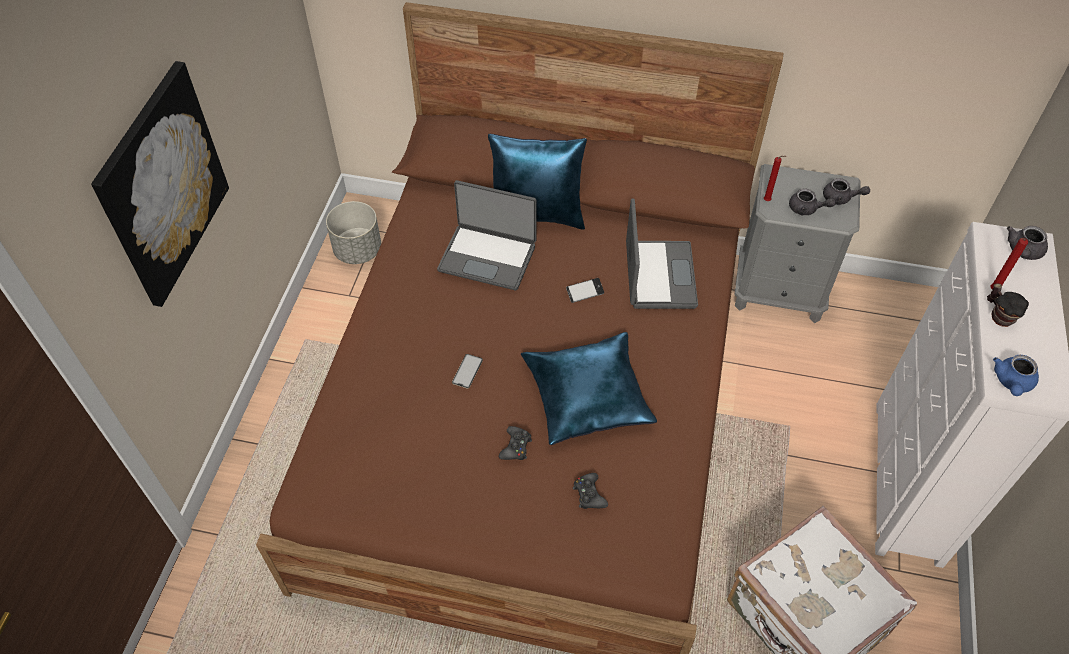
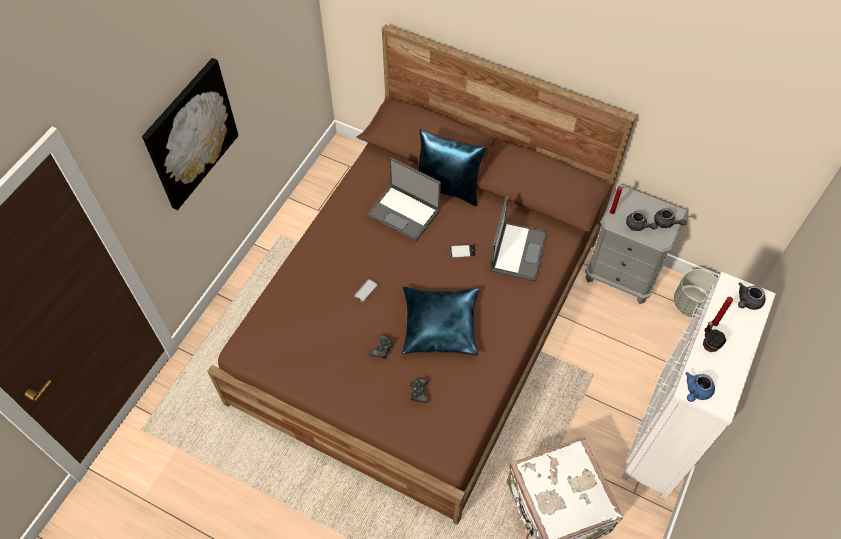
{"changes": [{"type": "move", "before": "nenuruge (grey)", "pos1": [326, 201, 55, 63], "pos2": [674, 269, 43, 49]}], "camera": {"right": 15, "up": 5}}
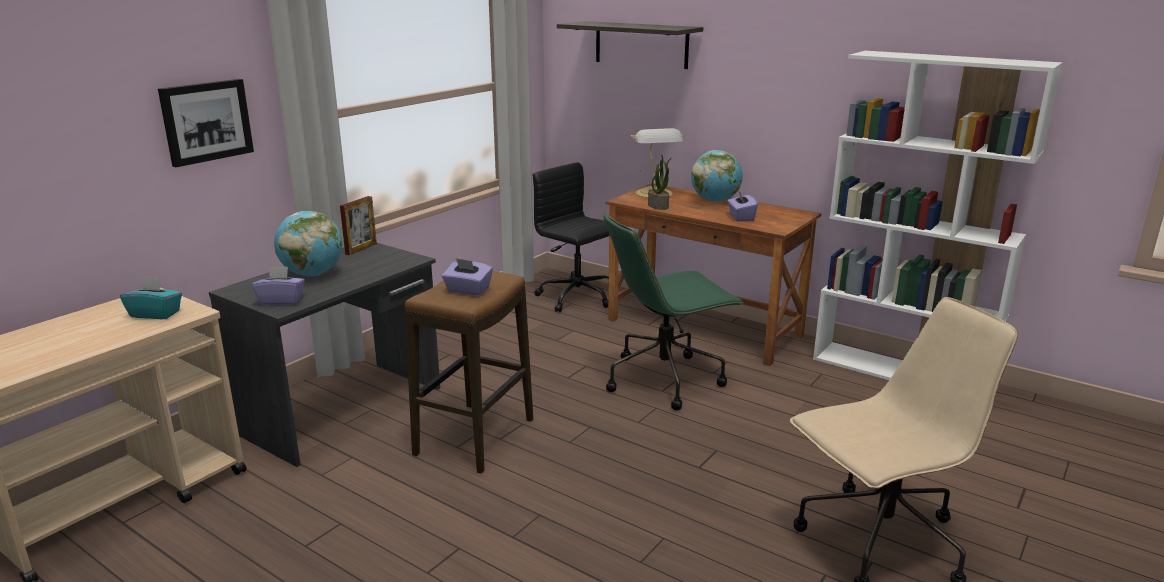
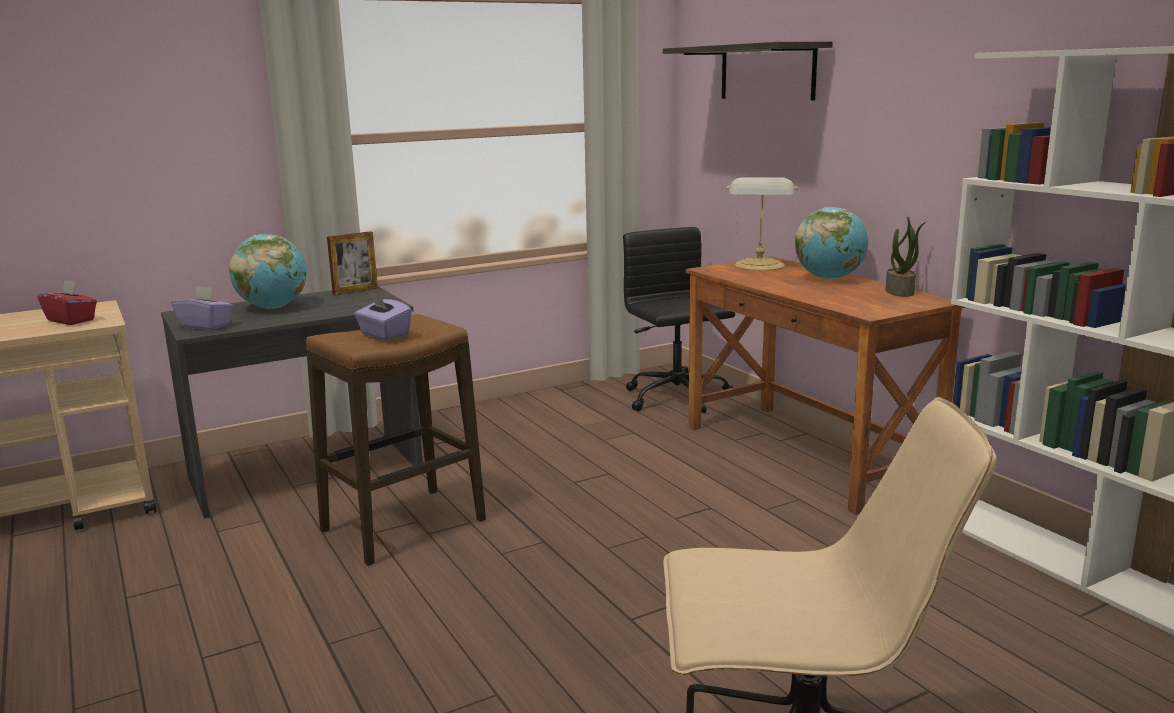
{"changes": [{"type": "delete", "before": "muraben", "pos1": [158, 79, 96, 88]}, {"type": "move", "before": "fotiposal", "pos1": [648, 155, 23, 55], "pos2": [885, 216, 41, 81]}, {"type": "delete", "before": "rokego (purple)", "pos1": [728, 190, 30, 31]}, {"type": "delete", "before": "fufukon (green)", "pos1": [604, 213, 140, 197]}, {"type": "recolor", "before": "rokego (turquoise)", "after": "rokego (red)", "pos1": [120, 277, 62, 42], "pos2": [38, 279, 59, 46]}], "camera": {"right": 25, "up": -5}}
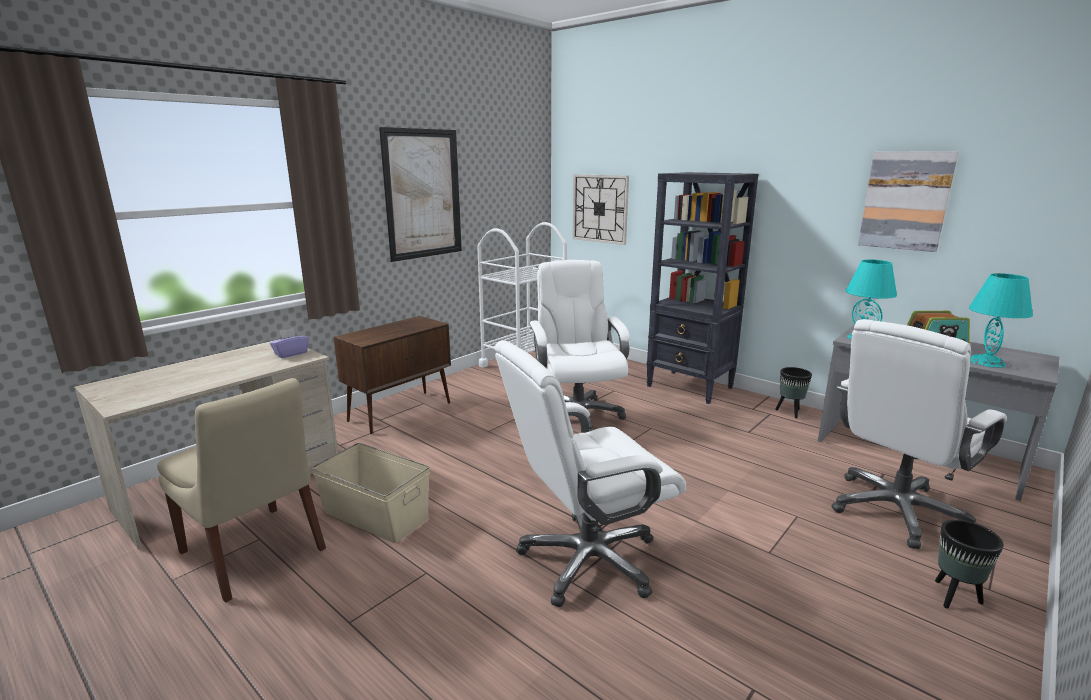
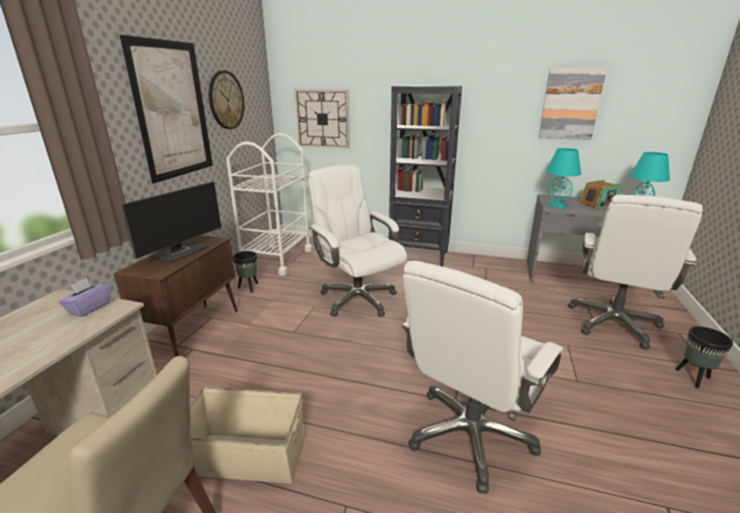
{"changes": [{"type": "move", "before": "nenuruge (black)", "pos1": [775, 367, 37, 51], "pos2": [233, 251, 25, 42]}, {"type": "insert", "after": "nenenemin", "pos2": [209, 71, 35, 58]}, {"type": "insert", "after": "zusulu", "pos2": [121, 181, 101, 82]}], "camera": {"right": -25, "up": 5}}
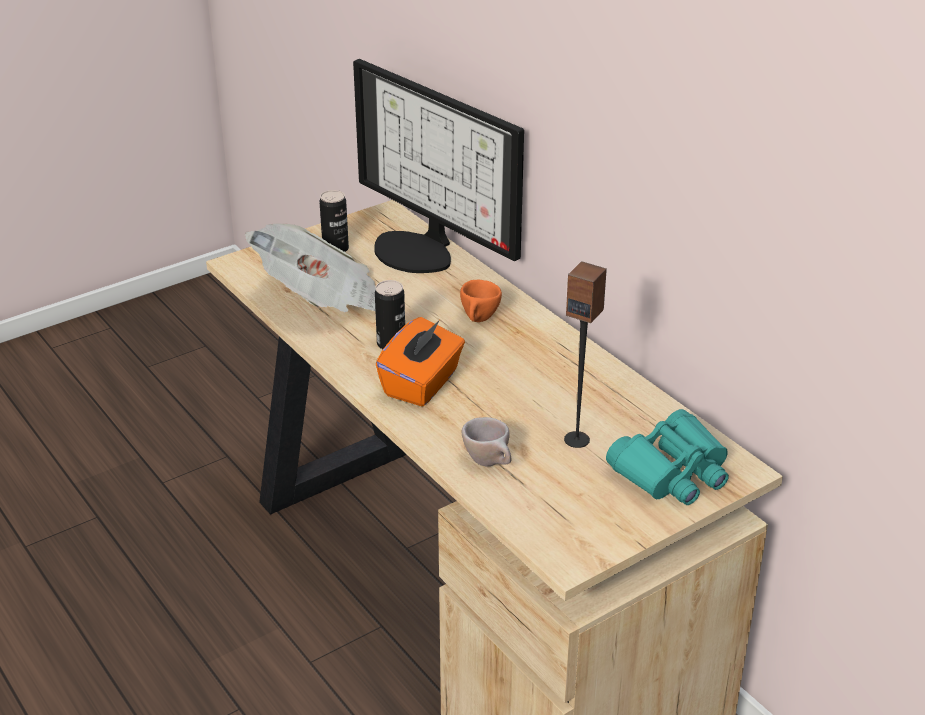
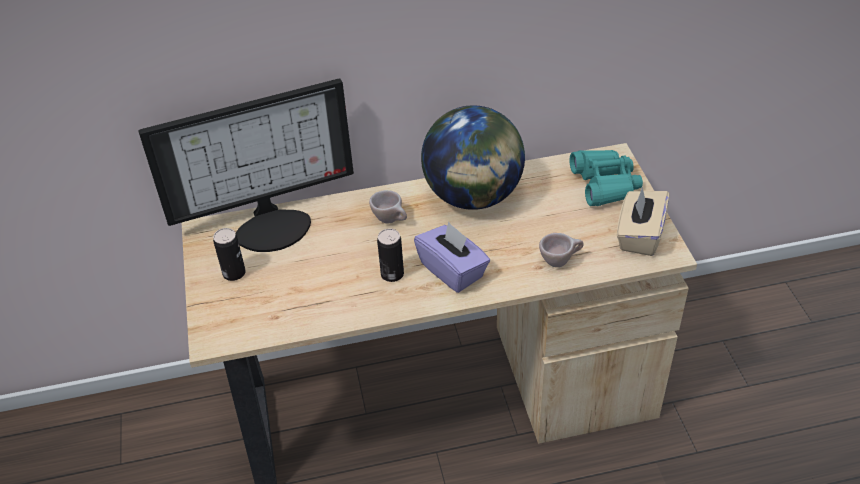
{"changes": [{"type": "delete", "before": "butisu", "pos1": [245, 224, 131, 88]}, {"type": "delete", "before": "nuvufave", "pos1": [564, 261, 43, 187]}, {"type": "recolor", "before": "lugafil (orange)", "after": "lugafil (beige)", "pos1": [460, 280, 42, 42], "pos2": [369, 190, 38, 34]}, {"type": "recolor", "before": "rokego (orange)", "after": "rokego (purple)", "pos1": [376, 317, 89, 89], "pos2": [414, 221, 76, 72]}, {"type": "insert", "after": "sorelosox", "pos2": [421, 106, 104, 104]}, {"type": "insert", "after": "rokego (beige)", "pos2": [617, 187, 52, 69]}], "camera": {"right": -65, "up": 10}}
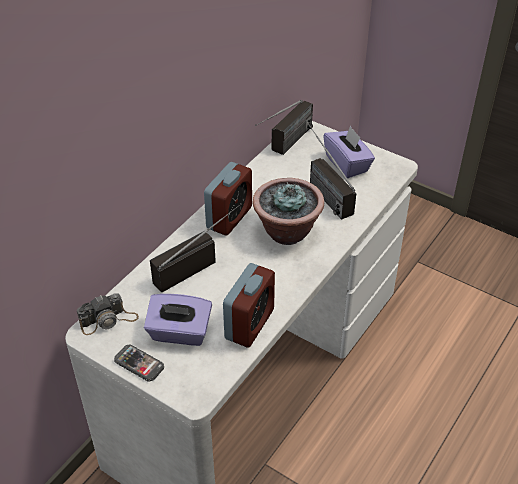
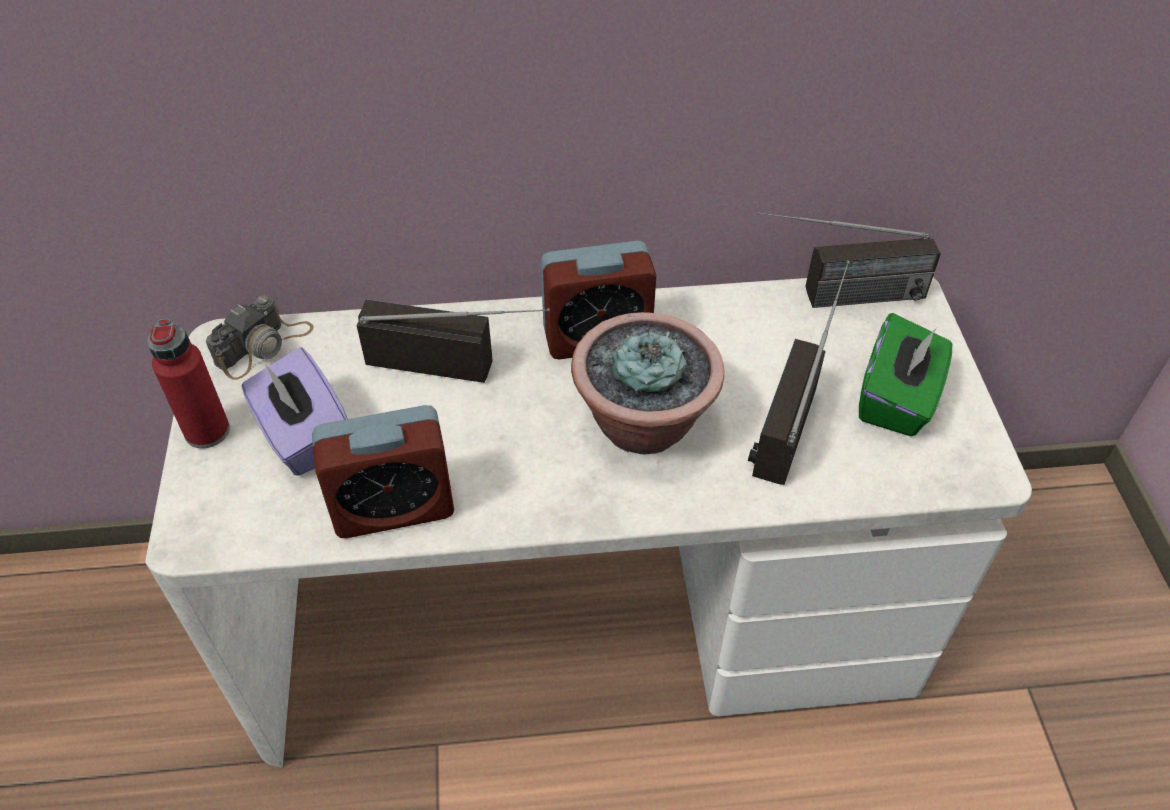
{"changes": [{"type": "recolor", "before": "rokego (purple)", "after": "rokego (green)", "pos1": [323, 125, 52, 53], "pos2": [859, 313, 93, 123]}, {"type": "rotate", "before": "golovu", "pos1": [77, 293, 62, 42], "pos2": [206, 296, 107, 84], "turn": -75}, {"type": "replace", "before": "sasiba", "after": "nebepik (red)", "pos1": [114, 344, 50, 38], "pos2": [147, 319, 83, 129]}], "camera": {"right": 50, "up": 5}}
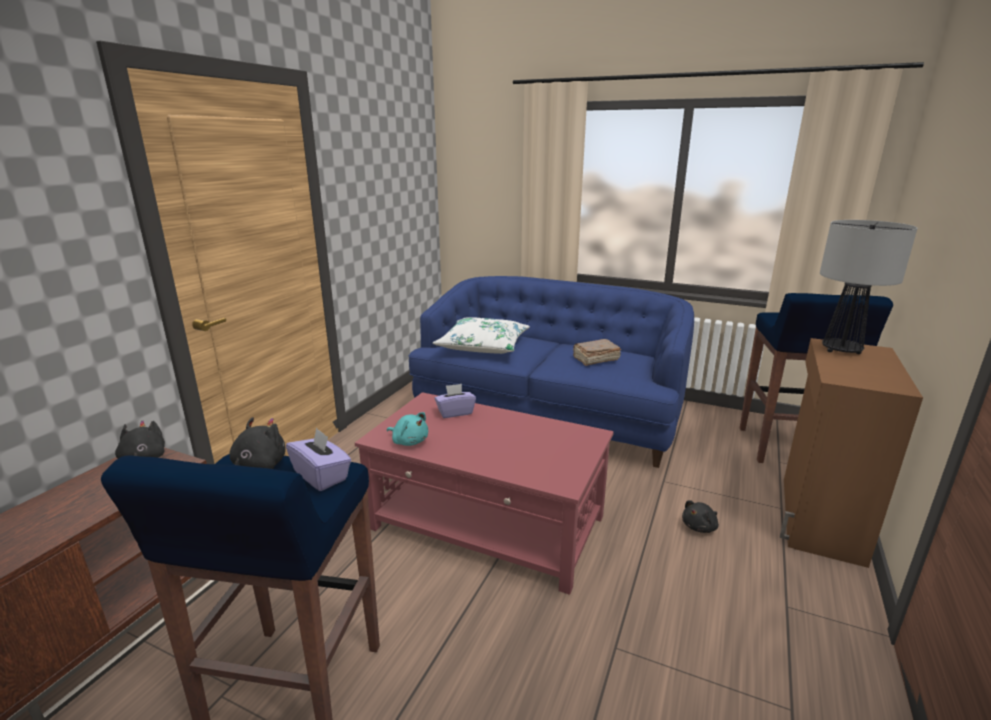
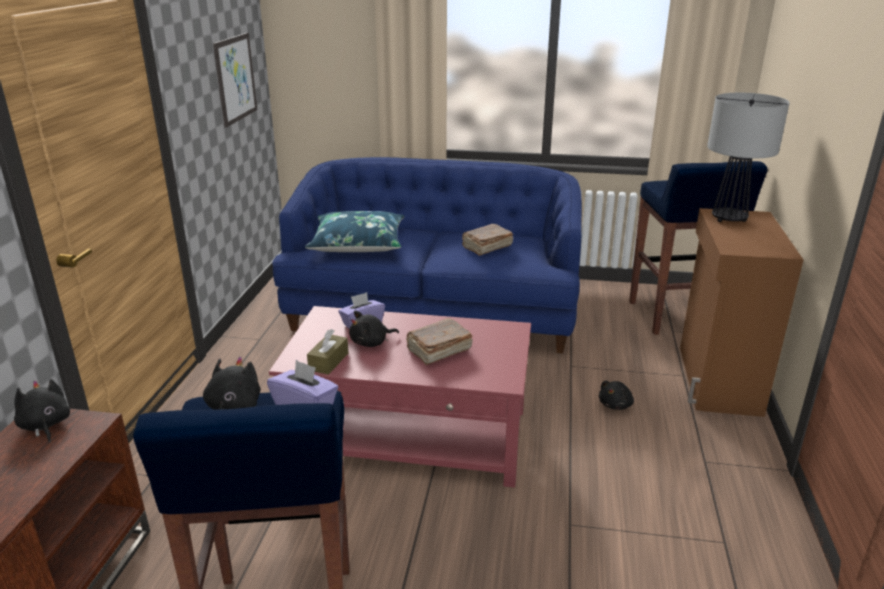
{"changes": [{"type": "recolor", "before": "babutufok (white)", "after": "babutufok (blue)", "pos1": [433, 317, 97, 37], "pos2": [305, 211, 99, 41]}, {"type": "replace", "before": "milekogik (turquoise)", "after": "rokego (brown)", "pos1": [387, 412, 41, 34], "pos2": [307, 329, 41, 46]}, {"type": "insert", "after": "muraben", "pos2": [213, 33, 44, 95]}, {"type": "insert", "after": "milekogik (black)", "pos2": [349, 311, 50, 36]}, {"type": "insert", "after": "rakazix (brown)", "pos2": [406, 318, 67, 47]}], "camera": {"right": -15, "up": 5}}
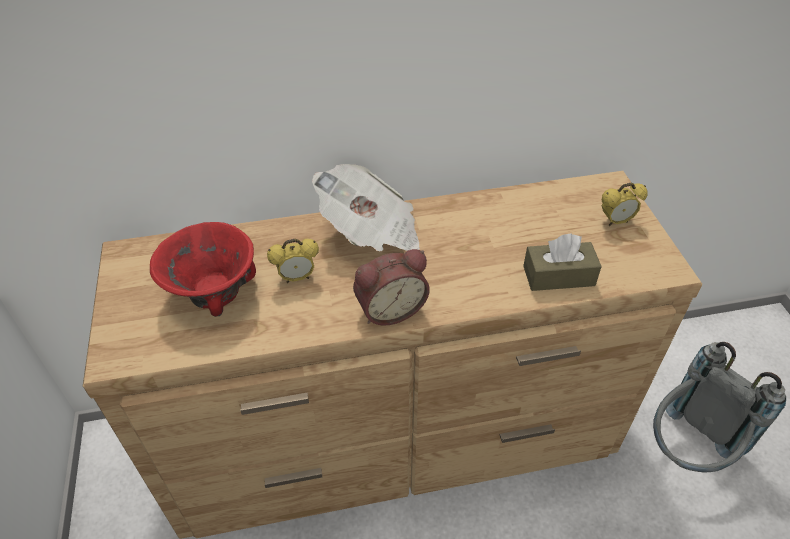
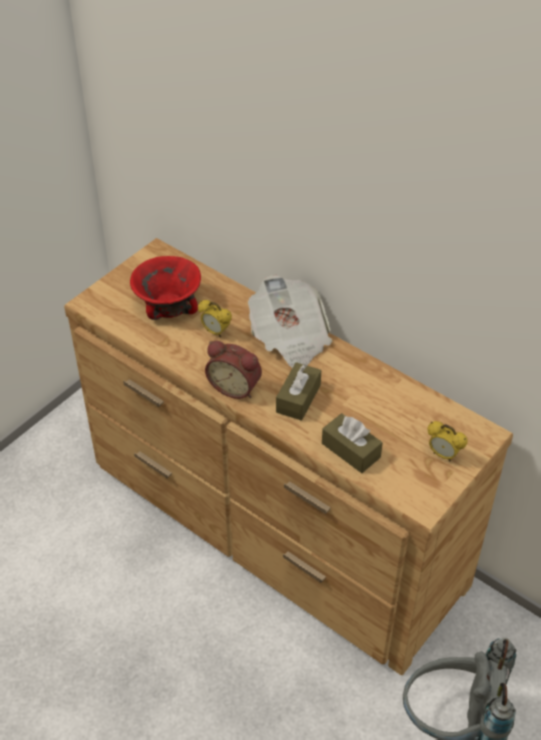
{"changes": [{"type": "insert", "after": "rokego (brown)", "pos2": [276, 362, 45, 59]}], "camera": {"right": 50, "up": 0}}
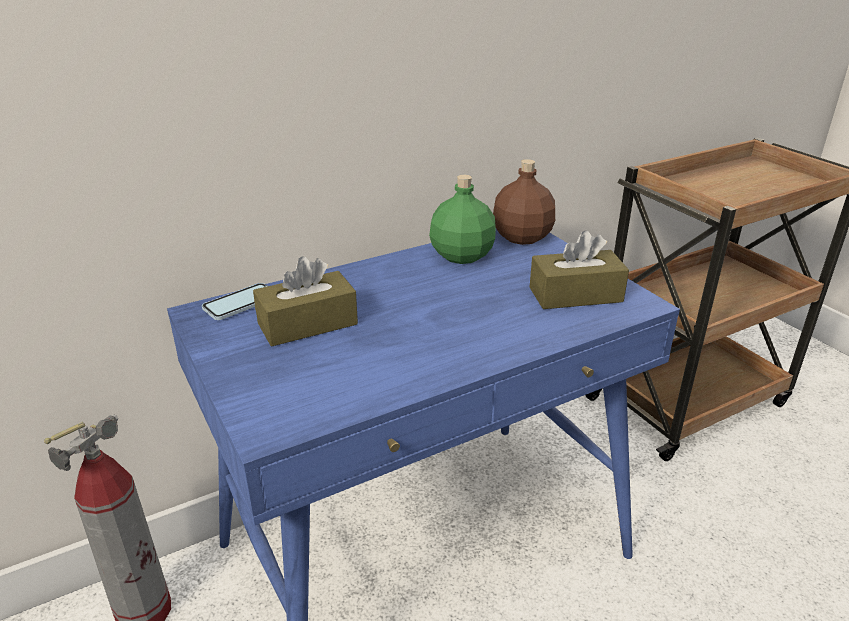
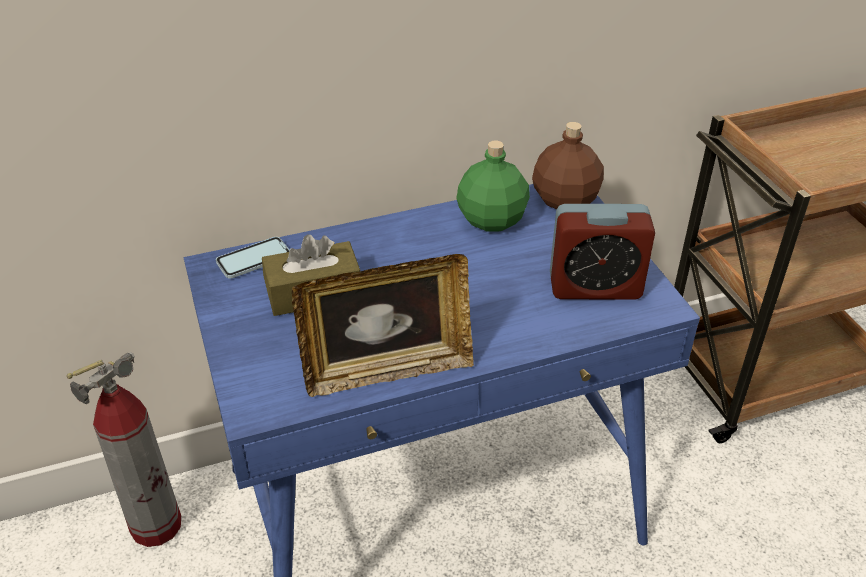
{"changes": [{"type": "replace", "before": "rokego (brown)", "after": "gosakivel", "pos1": [530, 230, 99, 79], "pos2": [550, 204, 105, 96]}, {"type": "insert", "after": "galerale", "pos2": [292, 254, 182, 143]}], "camera": {"right": 10, "up": 10}}
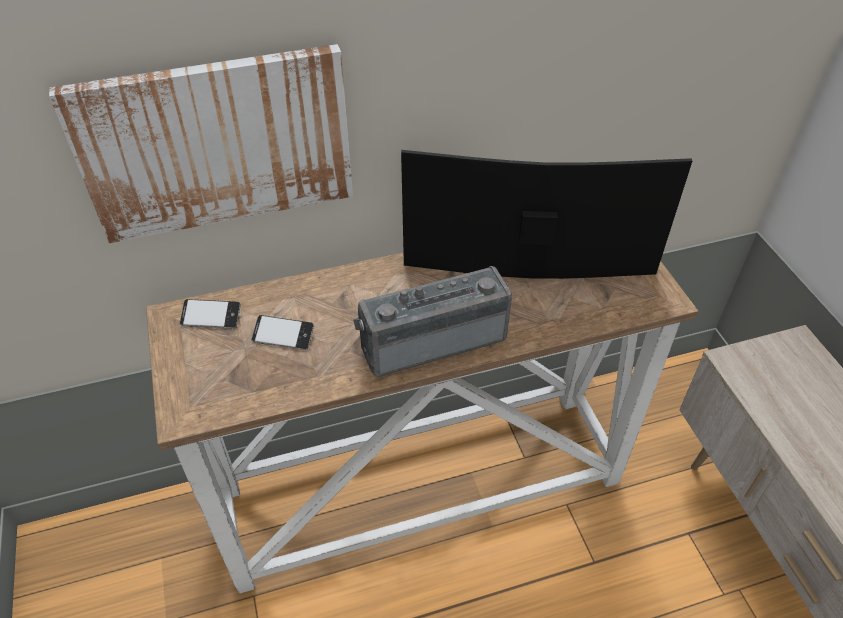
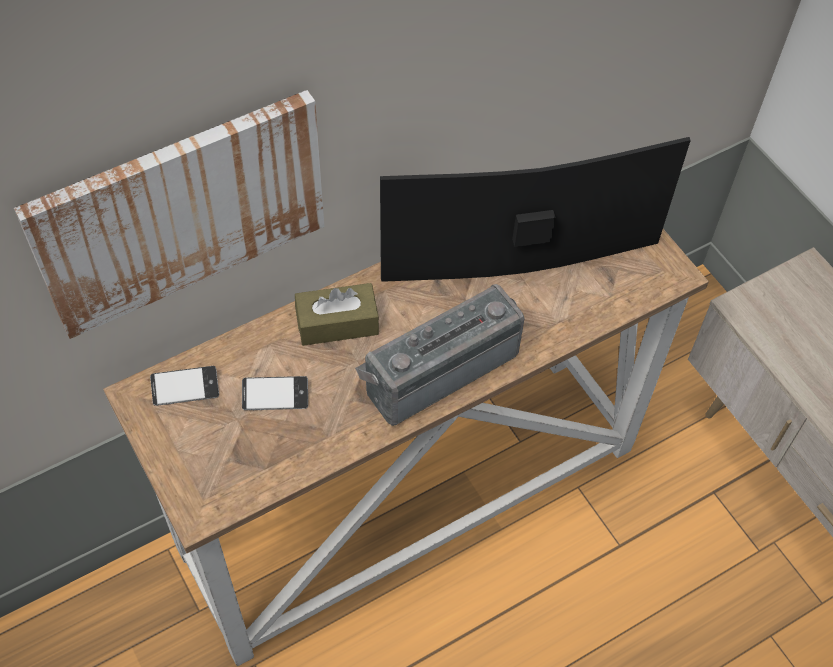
{"changes": [{"type": "insert", "after": "rokego (brown)", "pos2": [295, 283, 84, 63]}], "camera": {"right": -15, "up": 10}}
